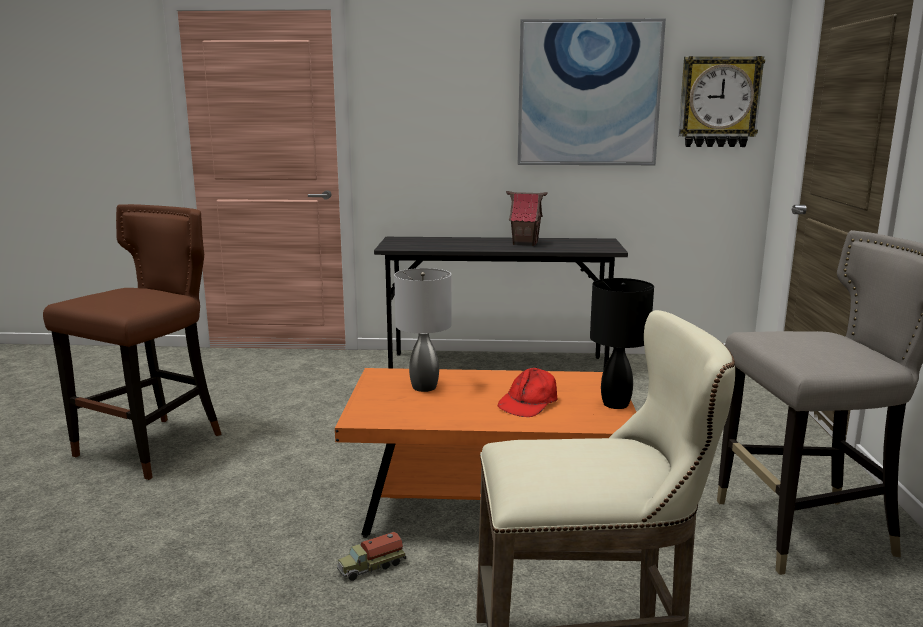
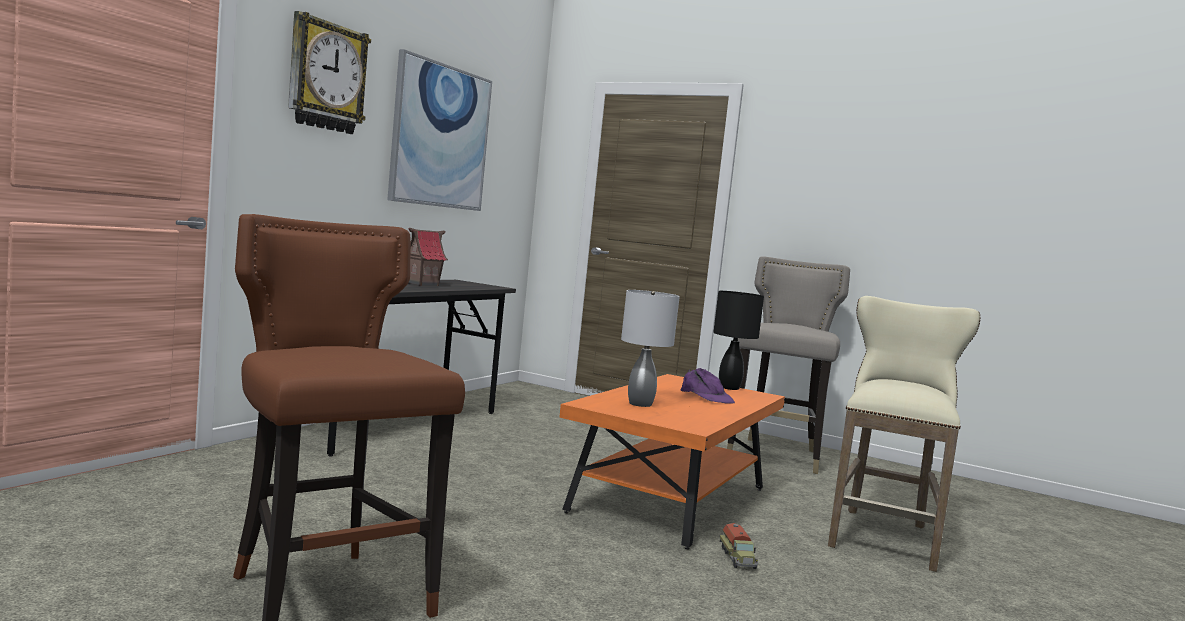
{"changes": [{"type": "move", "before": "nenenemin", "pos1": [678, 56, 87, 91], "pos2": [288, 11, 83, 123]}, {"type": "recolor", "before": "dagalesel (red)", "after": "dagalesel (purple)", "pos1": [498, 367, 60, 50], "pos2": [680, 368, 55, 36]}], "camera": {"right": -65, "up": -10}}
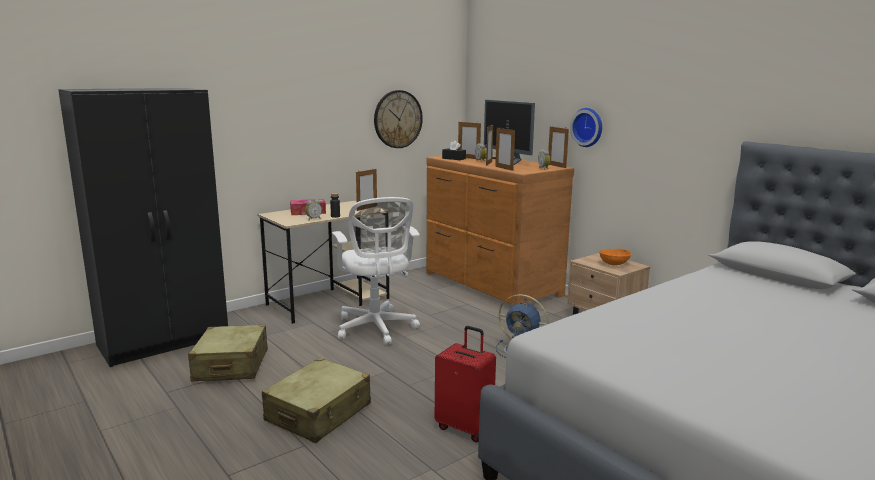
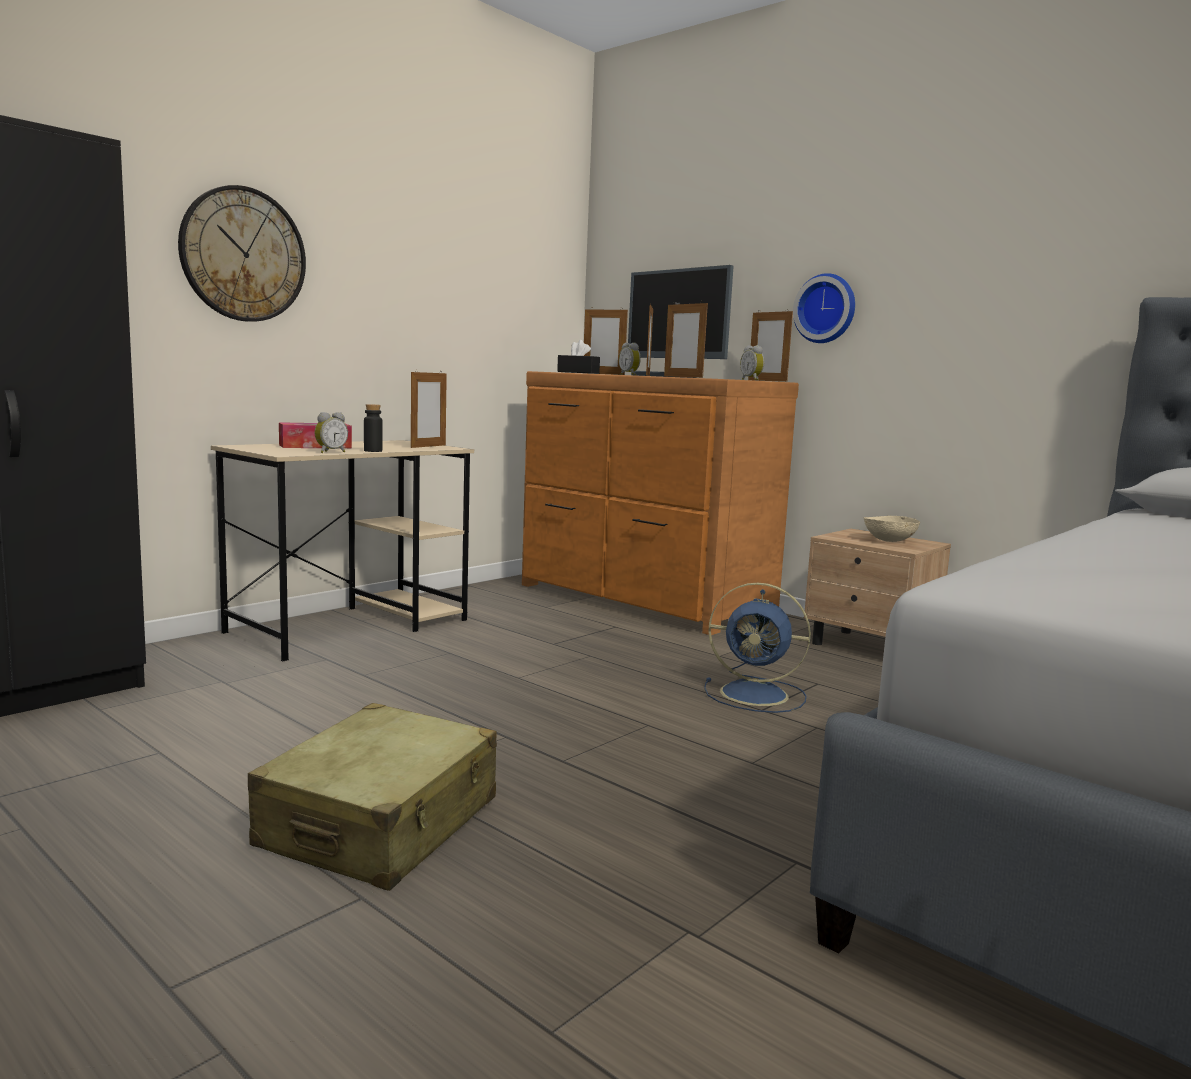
{"changes": [{"type": "move", "before": "nenenemin", "pos1": [374, 90, 49, 58], "pos2": [178, 185, 128, 137]}, {"type": "delete", "before": "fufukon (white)", "pos1": [332, 197, 88, 148]}, {"type": "recolor", "before": "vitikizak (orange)", "after": "vitikizak (beige)", "pos1": [599, 249, 32, 16], "pos2": [864, 516, 56, 26]}, {"type": "delete", "before": "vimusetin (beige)", "pos1": [188, 324, 80, 58]}, {"type": "delete", "before": "vimusetin (red)", "pos1": [435, 326, 61, 116]}], "camera": {"right": -10, "up": -5}}
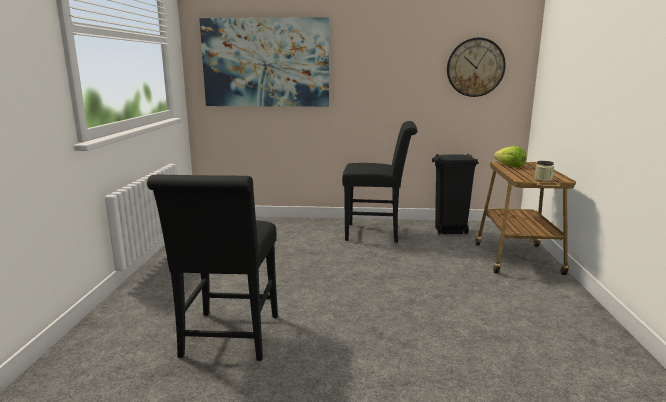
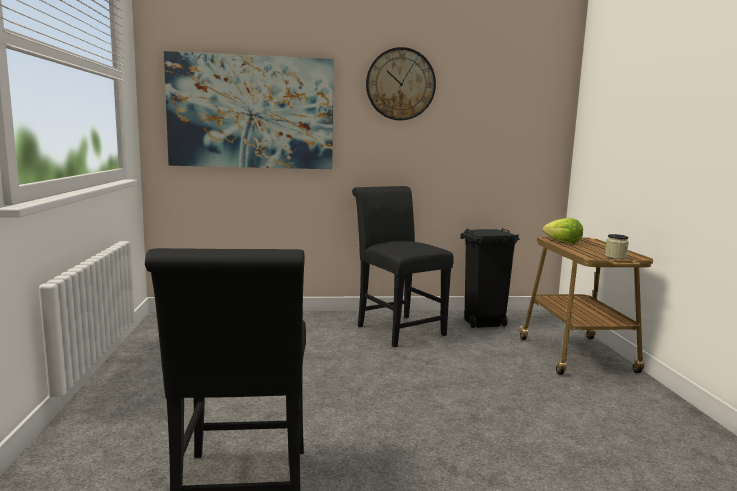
{"changes": [{"type": "move", "before": "nenenemin", "pos1": [447, 38, 59, 59], "pos2": [366, 47, 70, 73]}, {"type": "rotate", "before": "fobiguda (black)", "pos1": [342, 121, 76, 122], "pos2": [352, 186, 102, 161], "turn": -120}], "camera": {"right": -10, "up": -5}}
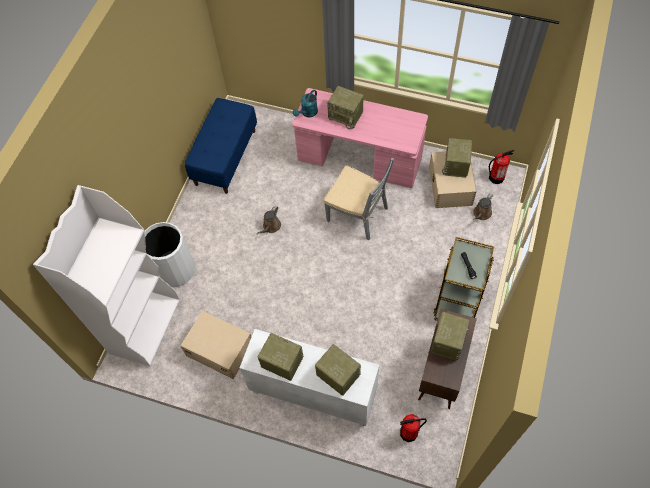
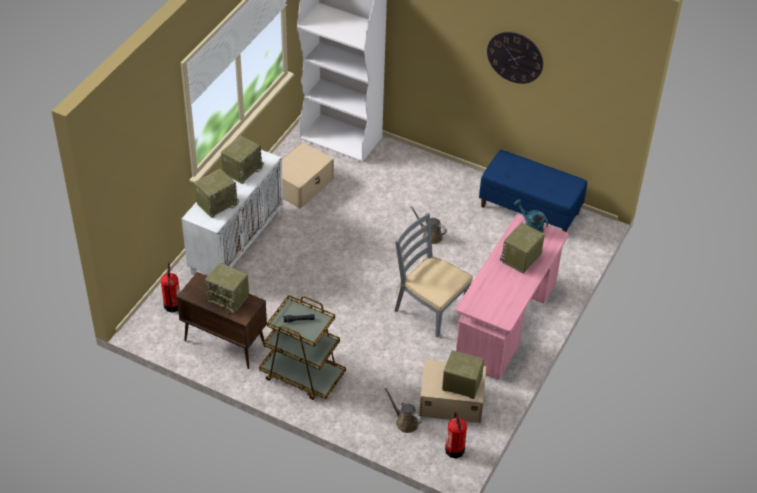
{"changes": [{"type": "rotate", "before": "fobiguda (grey)", "pos1": [324, 158, 70, 83], "pos2": [395, 213, 78, 124], "turn": 90}, {"type": "delete", "before": "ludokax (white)", "pos1": [145, 222, 50, 66]}, {"type": "insert", "after": "nenenemin", "pos2": [487, 32, 56, 52]}], "camera": {"right": 95, "up": -15}}
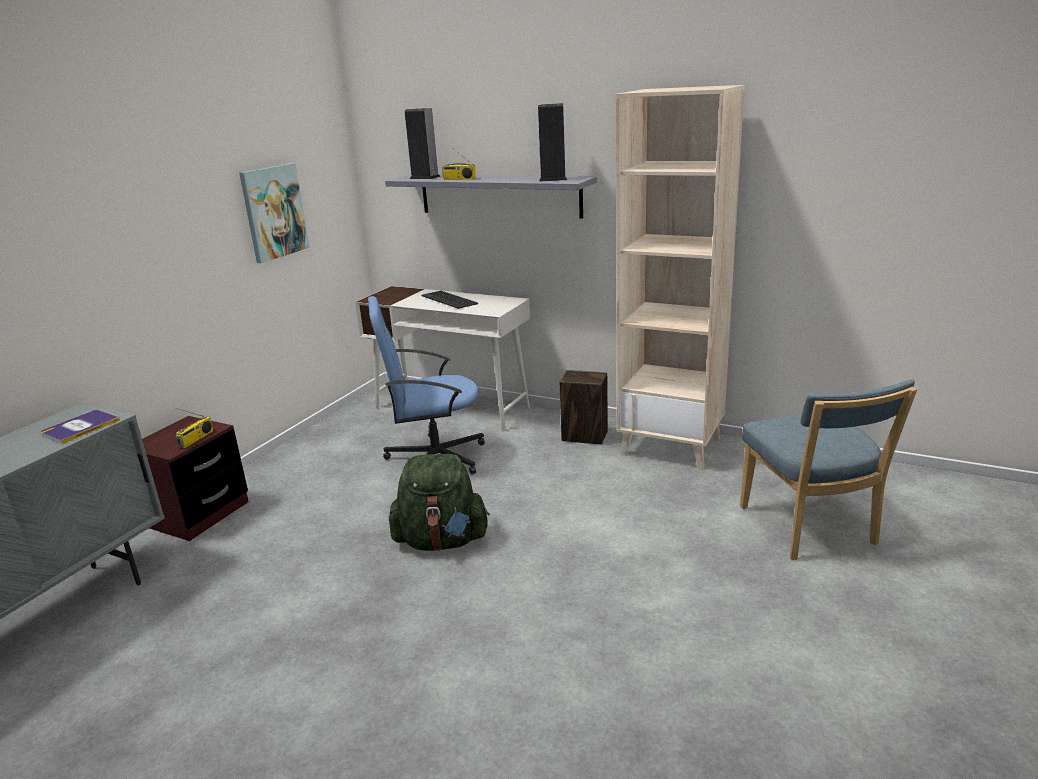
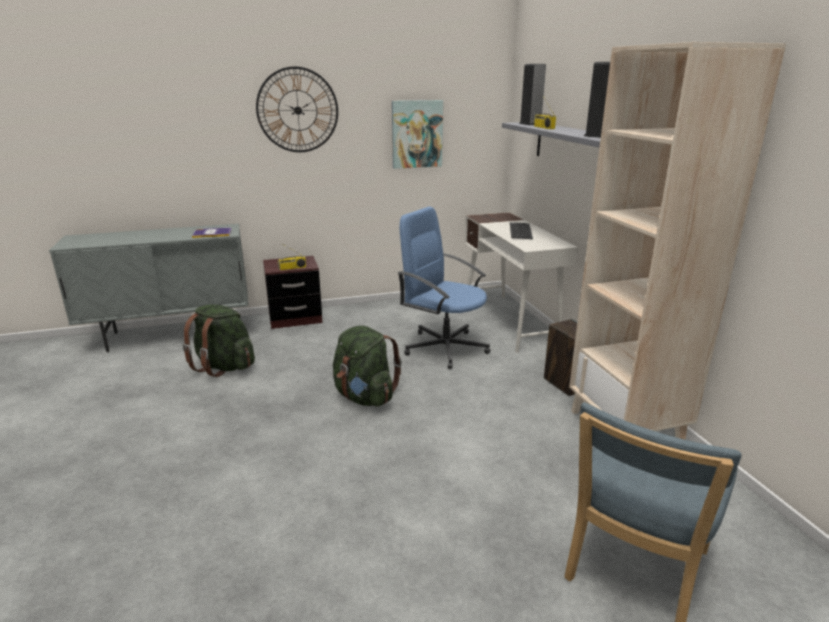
{"changes": [{"type": "insert", "after": "nenenemin", "pos2": [256, 66, 82, 86]}, {"type": "insert", "after": "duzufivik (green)", "pos2": [183, 305, 72, 72]}], "camera": {"right": 45, "up": 0}}
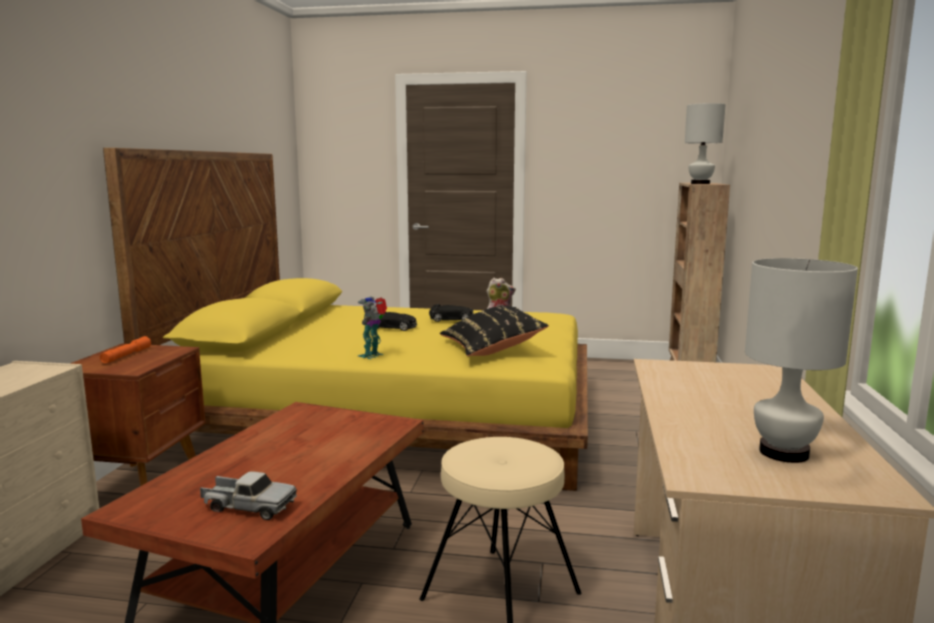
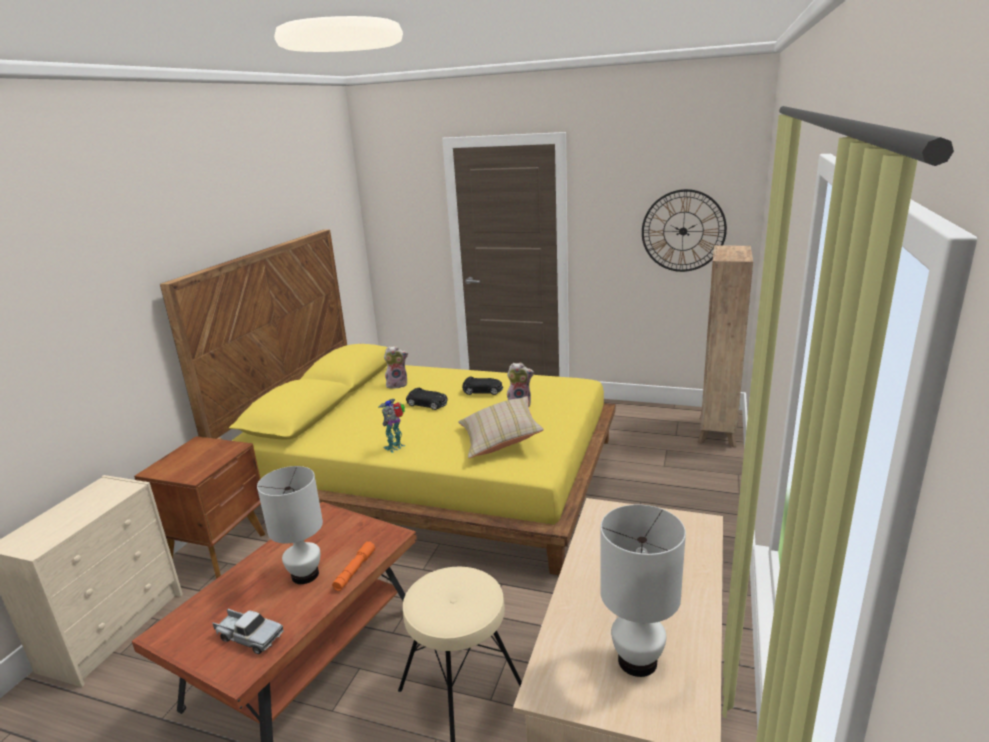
{"changes": [{"type": "move", "before": "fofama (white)", "pos1": [685, 103, 41, 81], "pos2": [257, 466, 66, 118]}, {"type": "recolor", "before": "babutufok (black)", "after": "babutufok (beige)", "pos1": [440, 305, 109, 51], "pos2": [458, 396, 86, 62]}, {"type": "move", "before": "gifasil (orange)", "pos1": [100, 336, 51, 27], "pos2": [332, 541, 43, 50]}, {"type": "insert", "after": "nenenemin", "pos2": [642, 189, 85, 83]}, {"type": "insert", "after": "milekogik", "pos2": [384, 346, 24, 43]}], "camera": {"right": 10, "up": 10}}
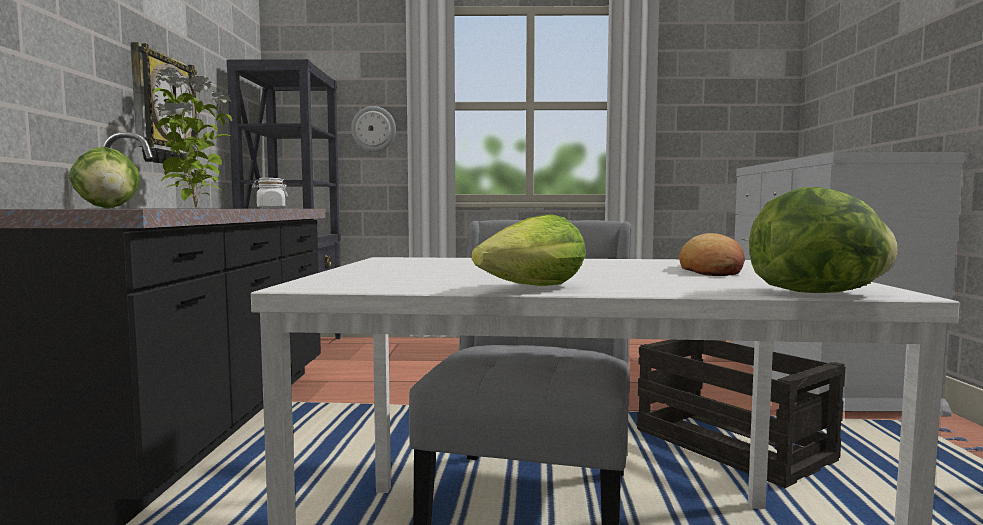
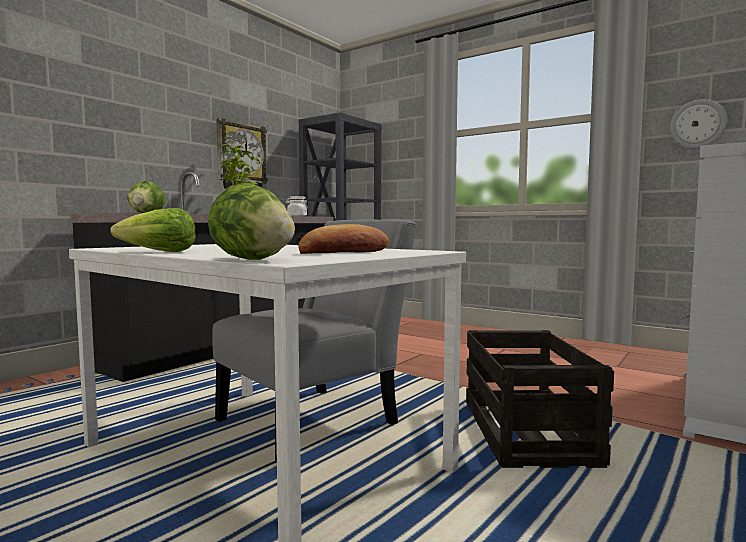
{"changes": [{"type": "move", "before": "nenenemin", "pos1": [351, 106, 45, 46], "pos2": [670, 99, 58, 50]}], "camera": {"right": 35, "up": 0}}
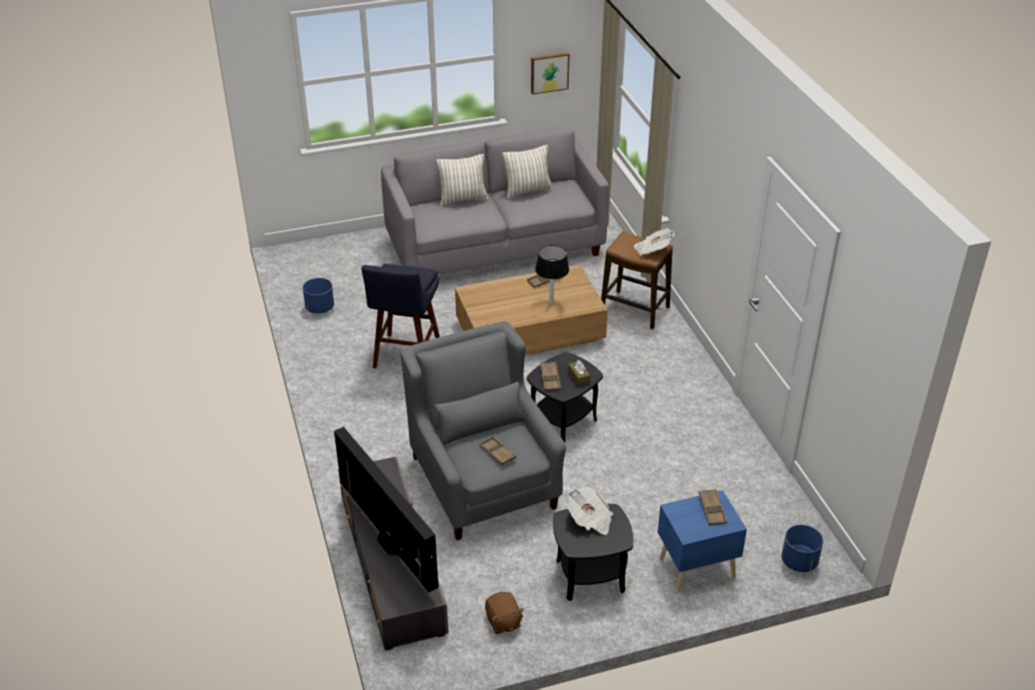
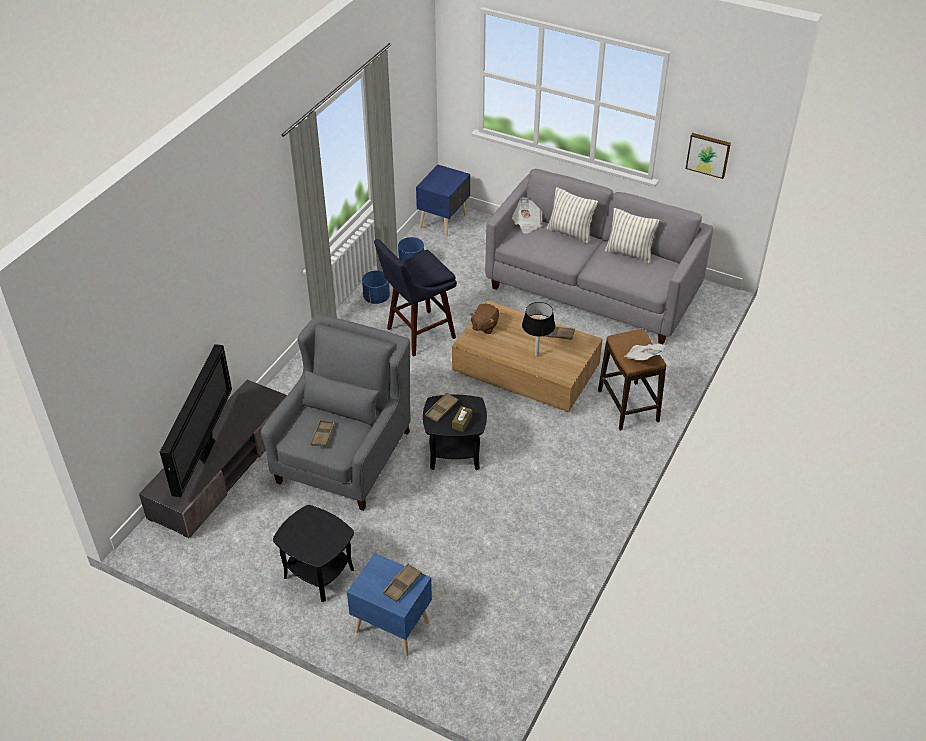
{"changes": [{"type": "move", "before": "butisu", "pos1": [567, 487, 46, 48], "pos2": [512, 197, 30, 37]}, {"type": "move", "before": "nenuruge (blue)", "pos1": [782, 525, 41, 47], "pos2": [362, 270, 28, 34]}, {"type": "move", "before": "milekogik (brown)", "pos1": [485, 592, 39, 42], "pos2": [470, 304, 29, 30]}, {"type": "insert", "after": "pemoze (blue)", "pos2": [416, 165, 54, 72]}], "camera": {"right": 45, "up": 5}}
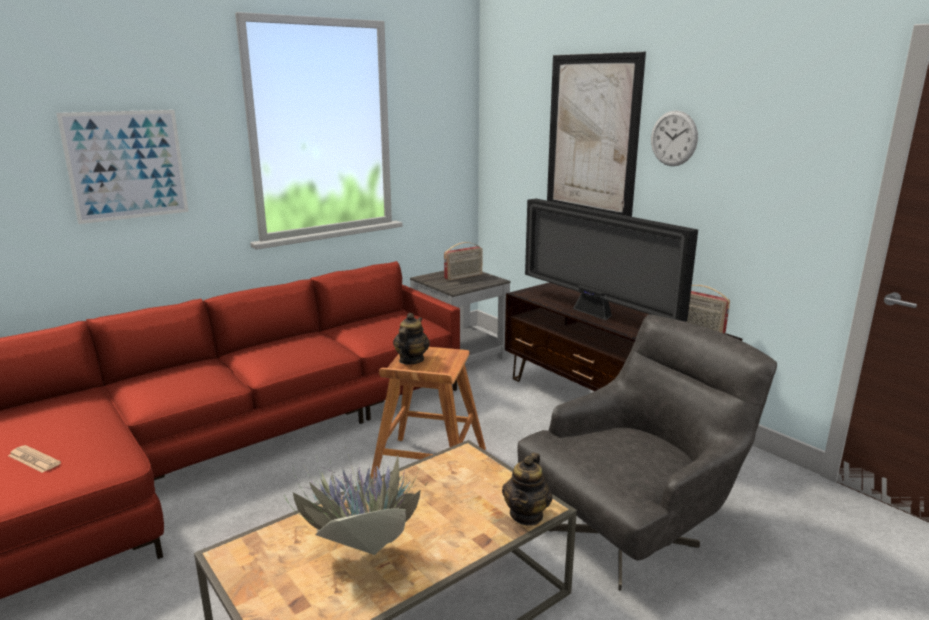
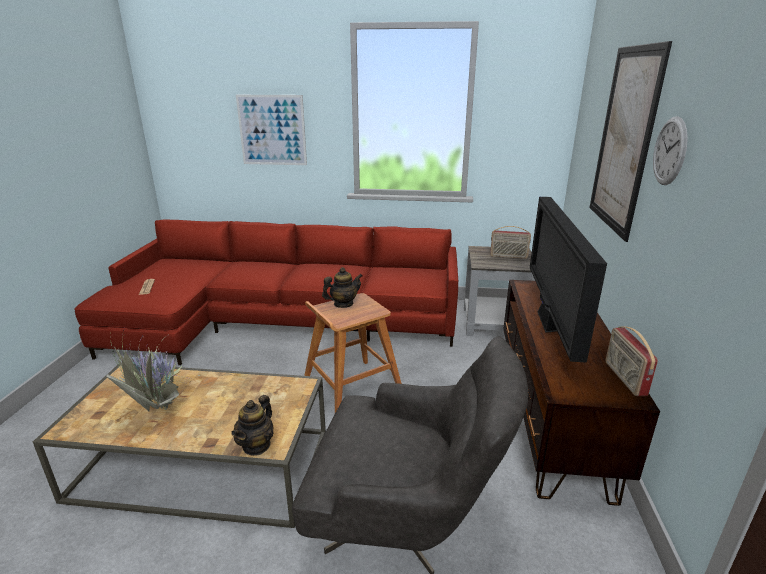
{"changes": [{"type": "rotate", "before": "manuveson", "pos1": [502, 453, 50, 73], "pos2": [231, 395, 43, 61], "turn": -45}], "camera": {"right": 45, "up": 5}}
